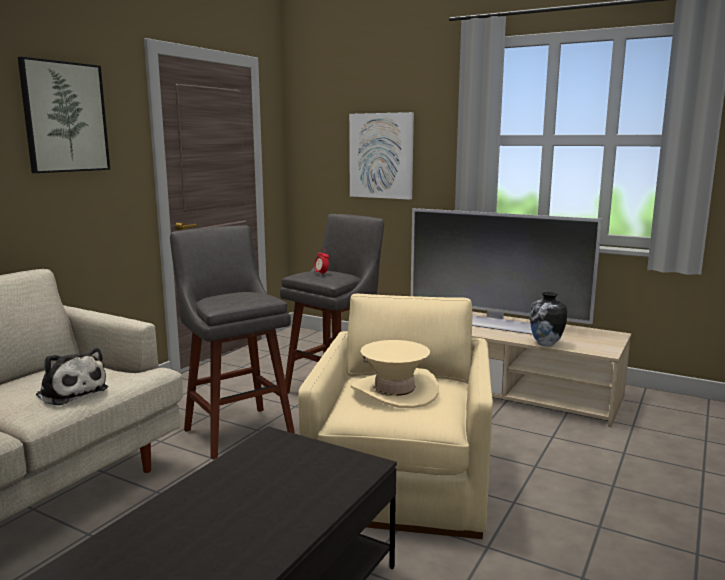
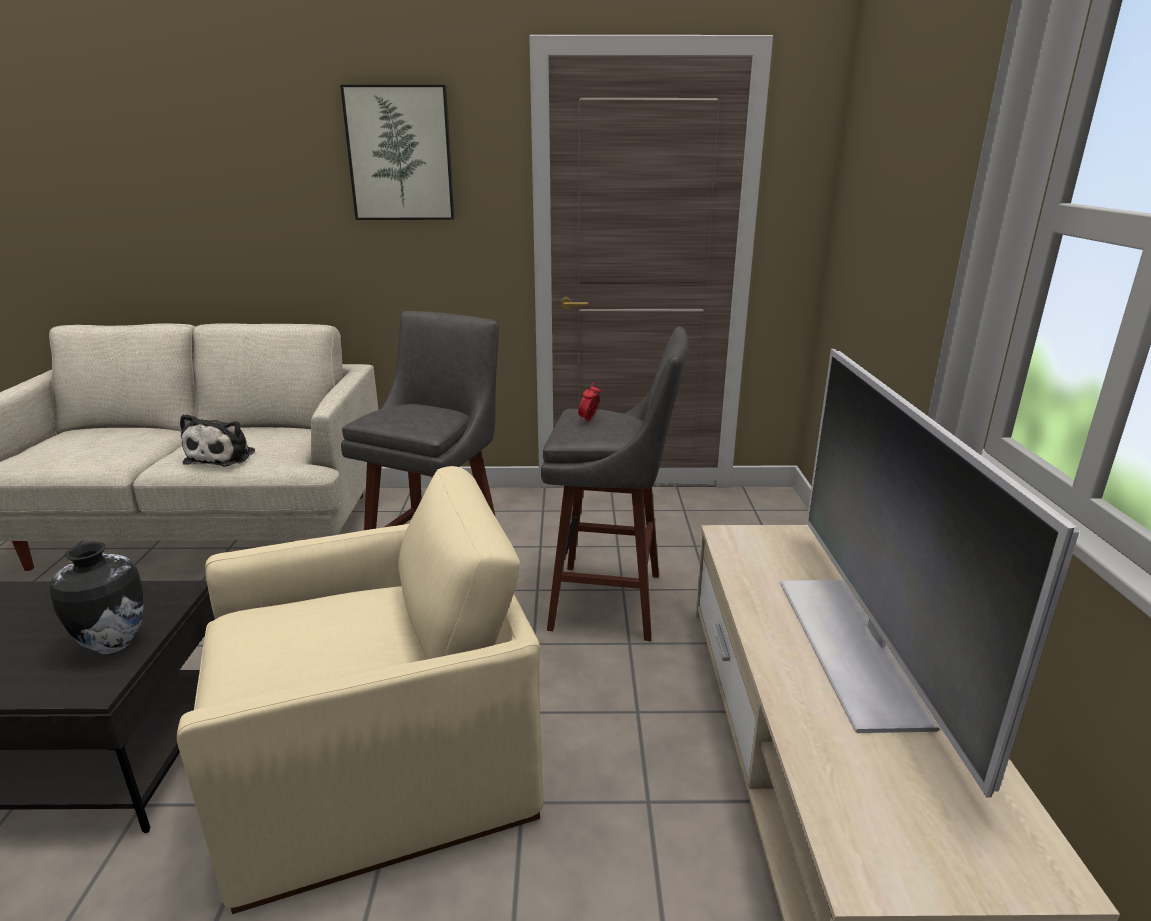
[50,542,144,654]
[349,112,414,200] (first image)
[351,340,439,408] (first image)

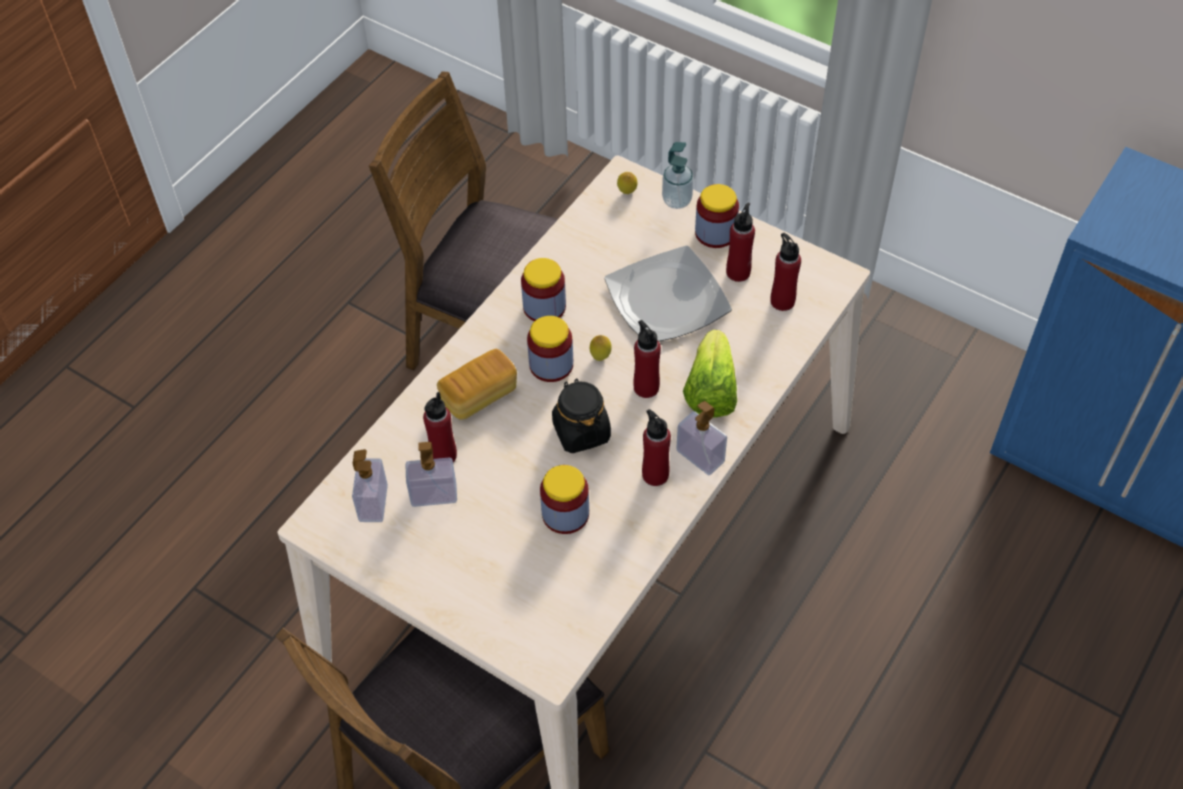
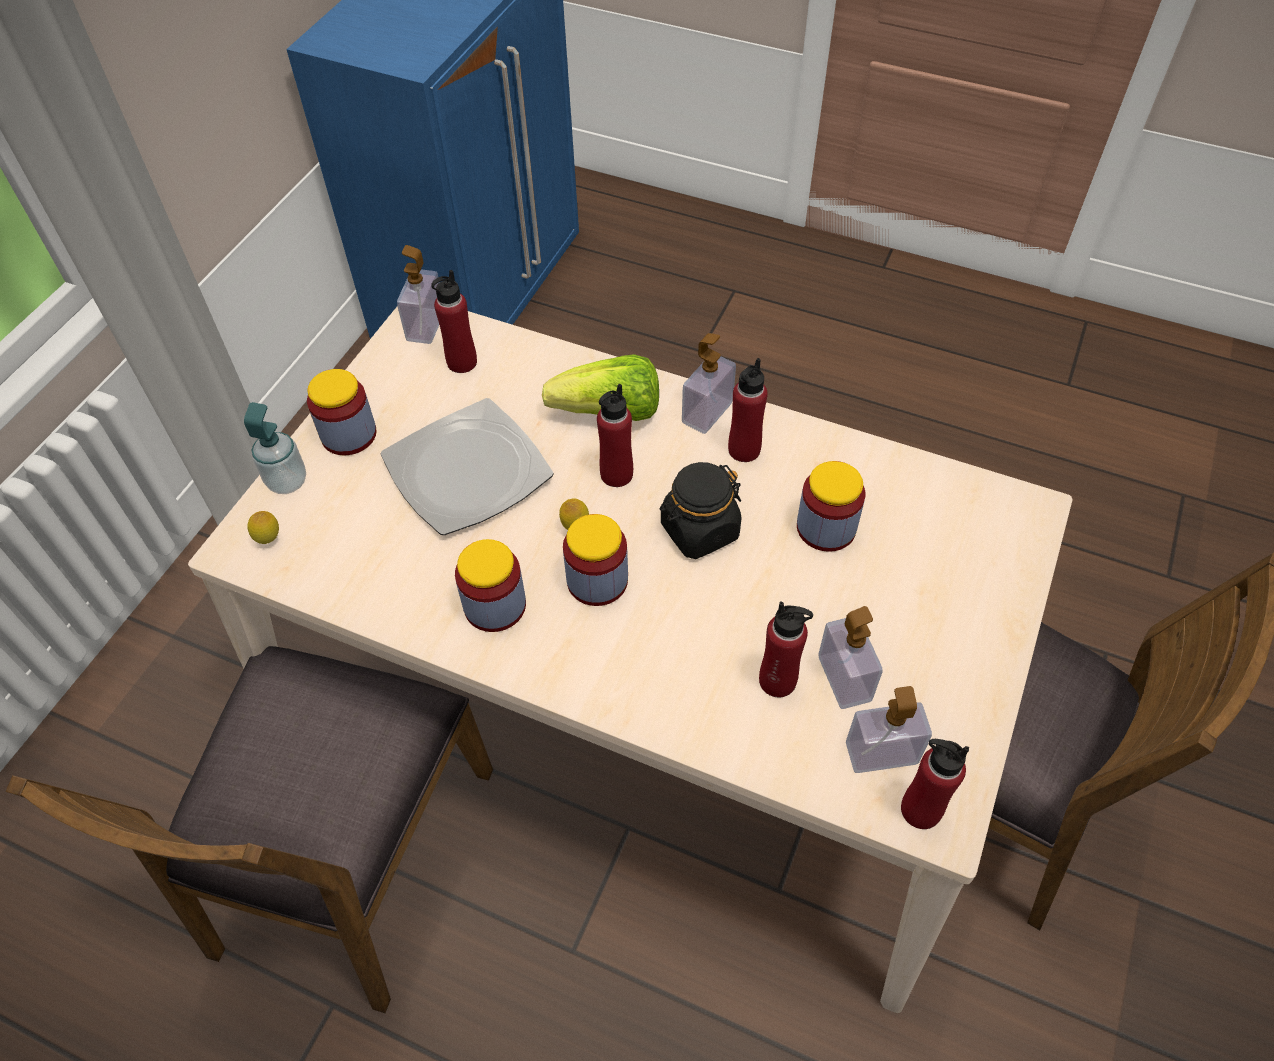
[397,245,440,344]
[901,739,969,829]
[437,349,517,420] (first image)

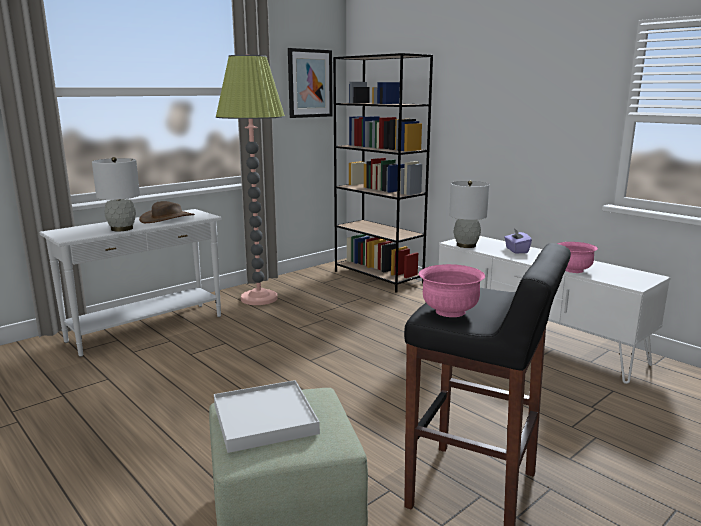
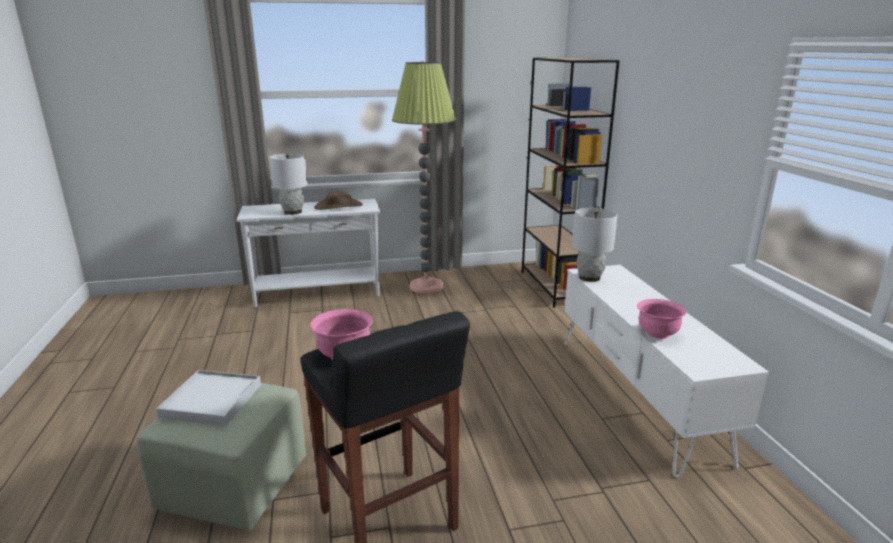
[288,48,333,118] (first image)
[504,228,532,253] (first image)

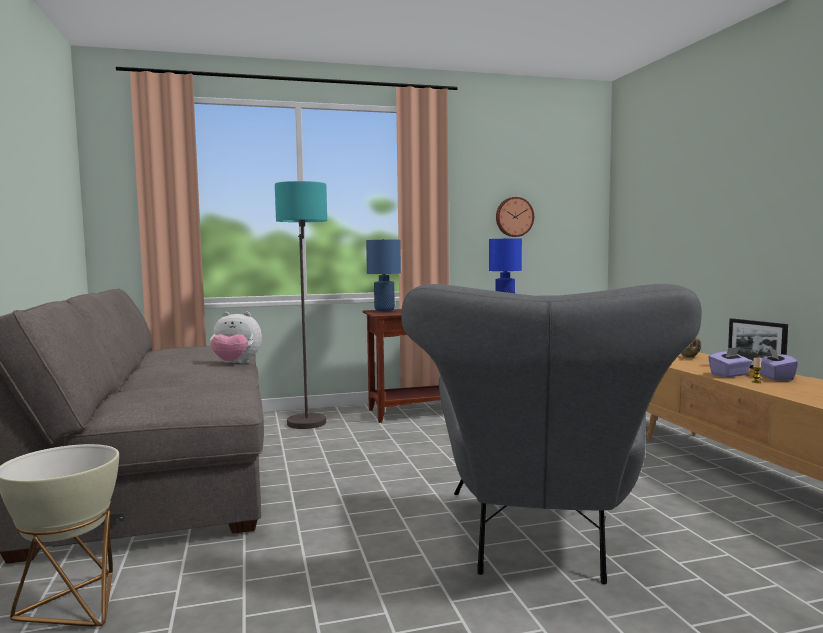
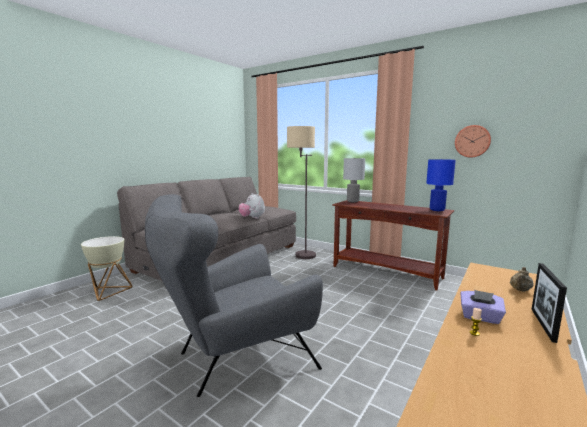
[287,126,316,259]
[343,158,365,203]
[759,348,798,380] (first image)

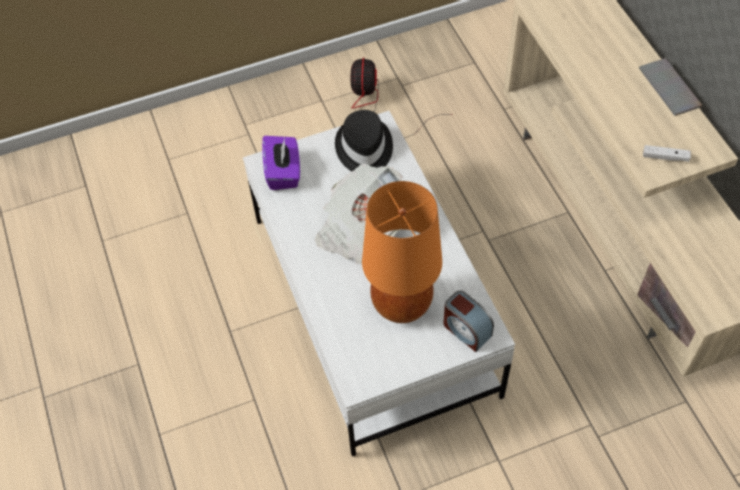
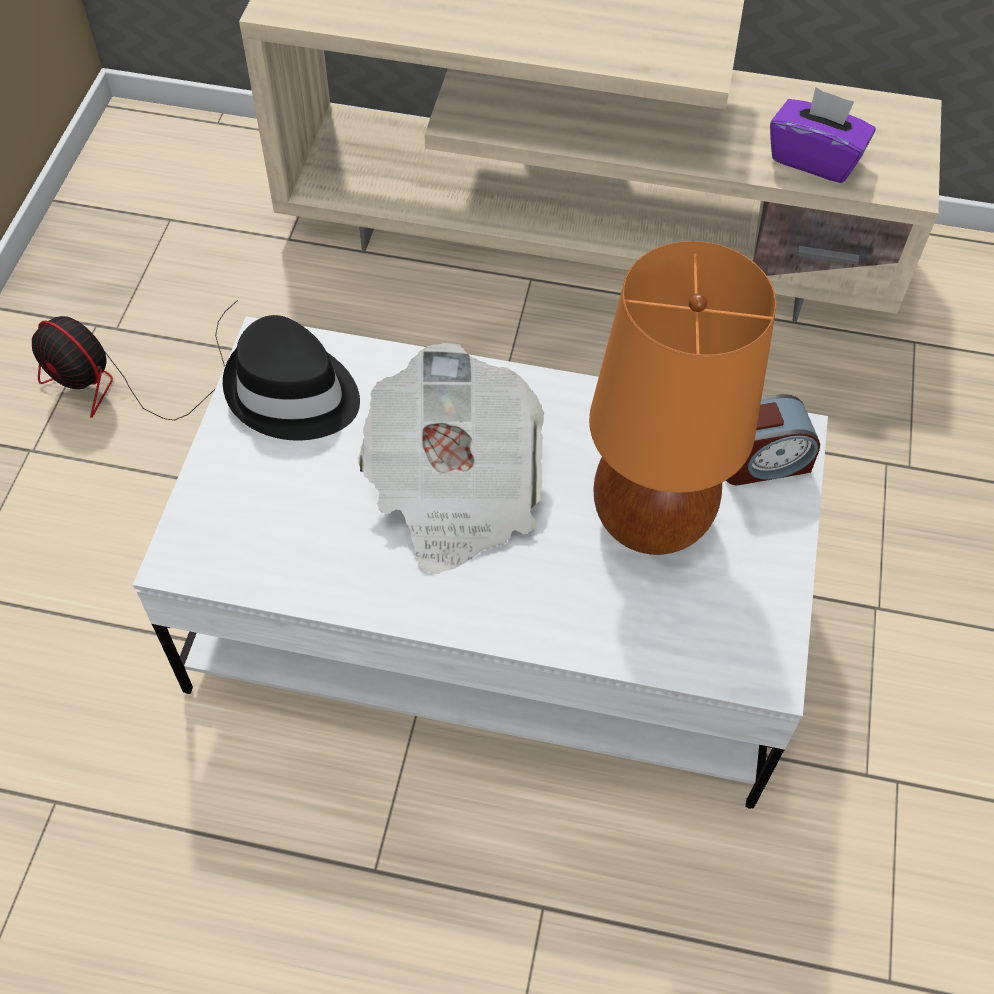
[770,87,876,183]
[643,145,691,162] (first image)

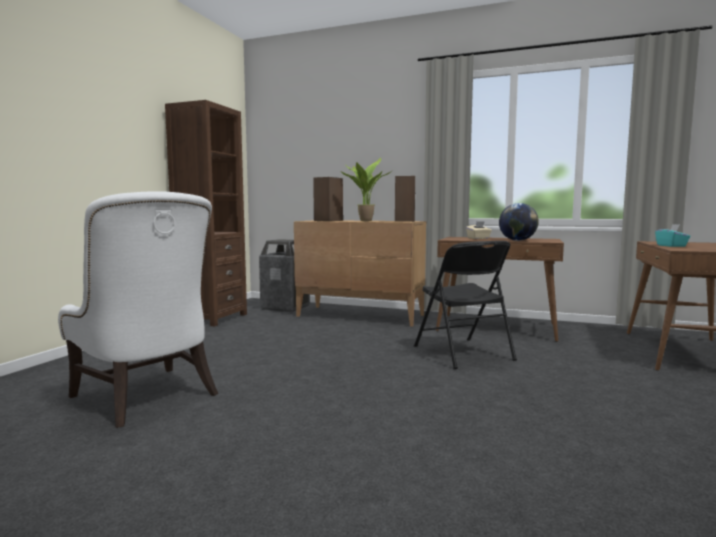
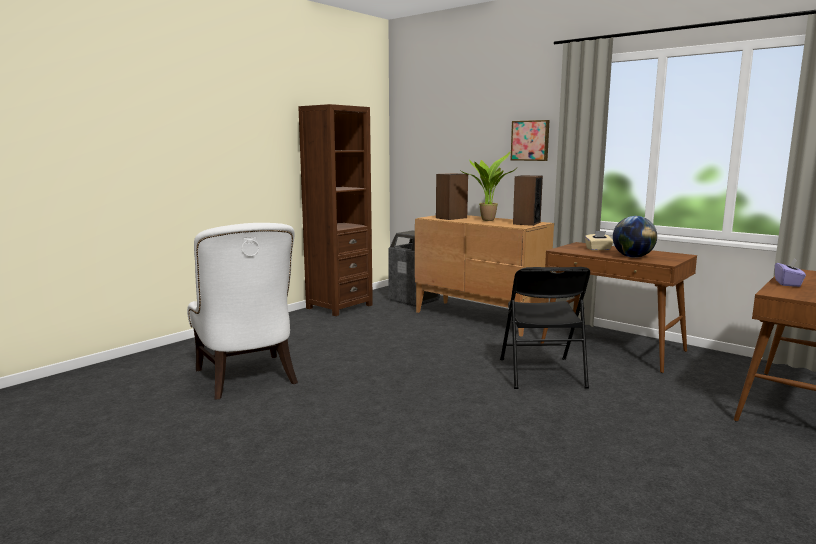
[511,120,549,161]
[775,259,806,287]

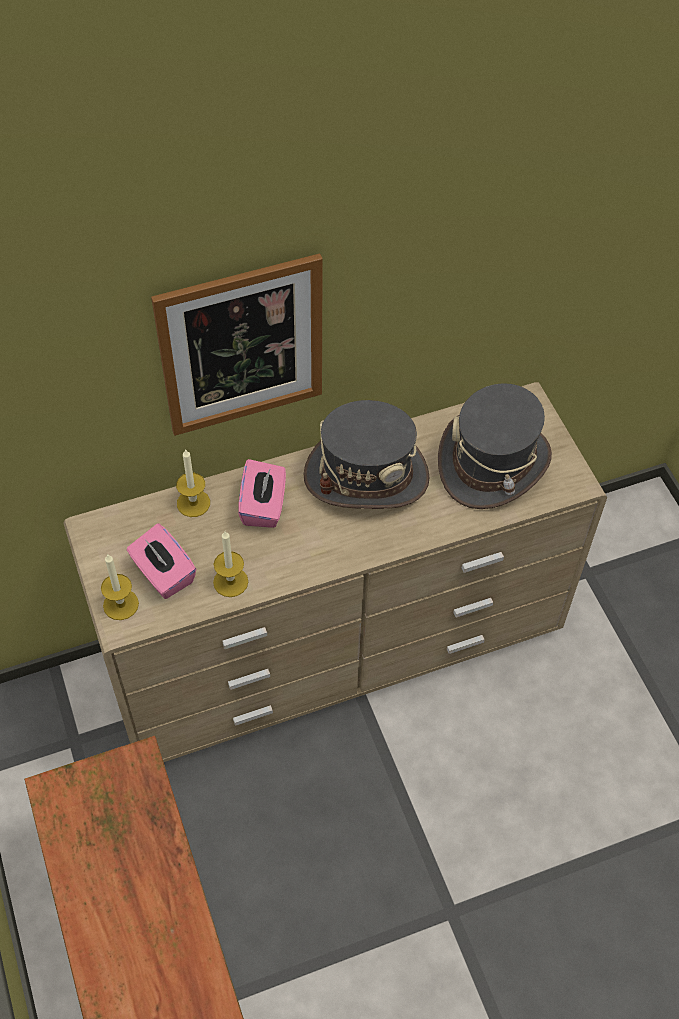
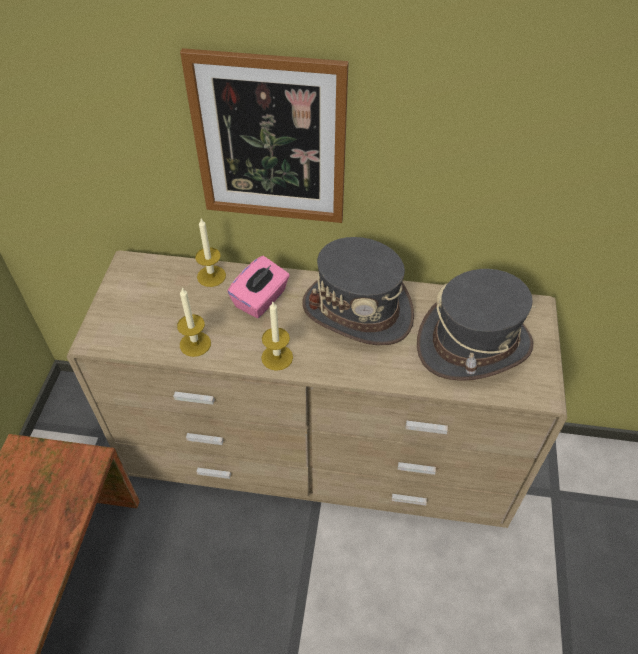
[261,302,293,371]
[127,524,196,599] (first image)

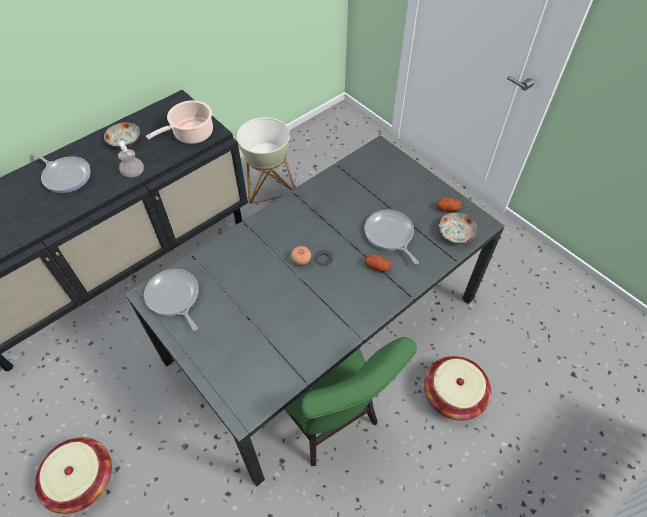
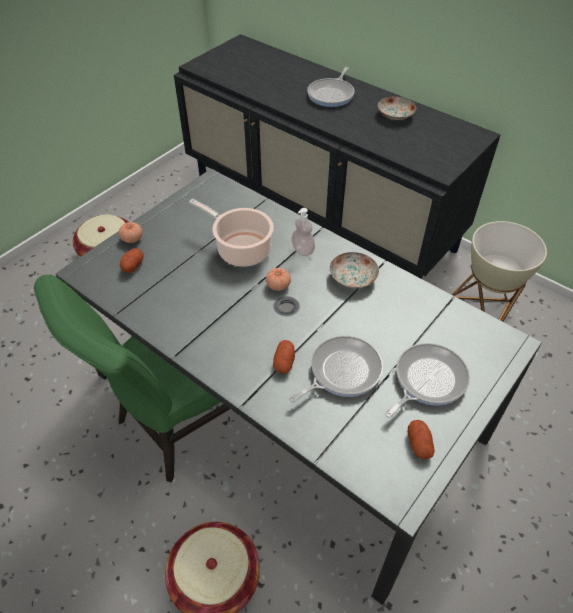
[119,222,143,243]
[120,248,144,273]
[189,199,274,267]
[291,208,315,256]
[329,252,379,288]
[385,343,470,418]

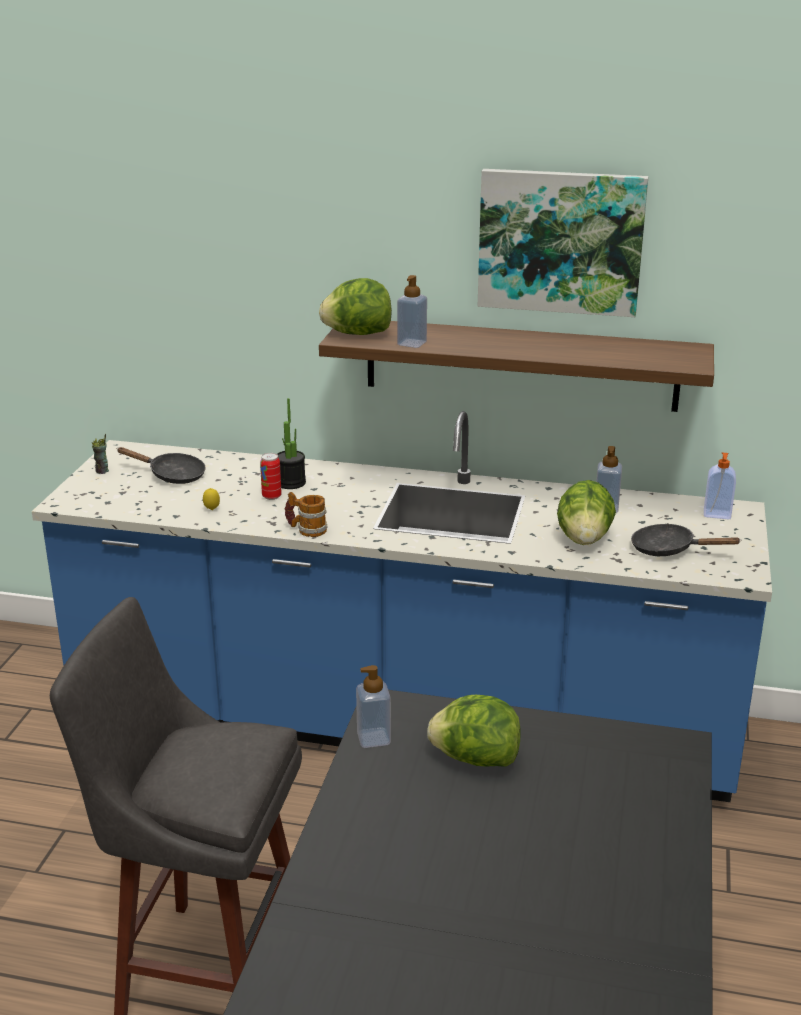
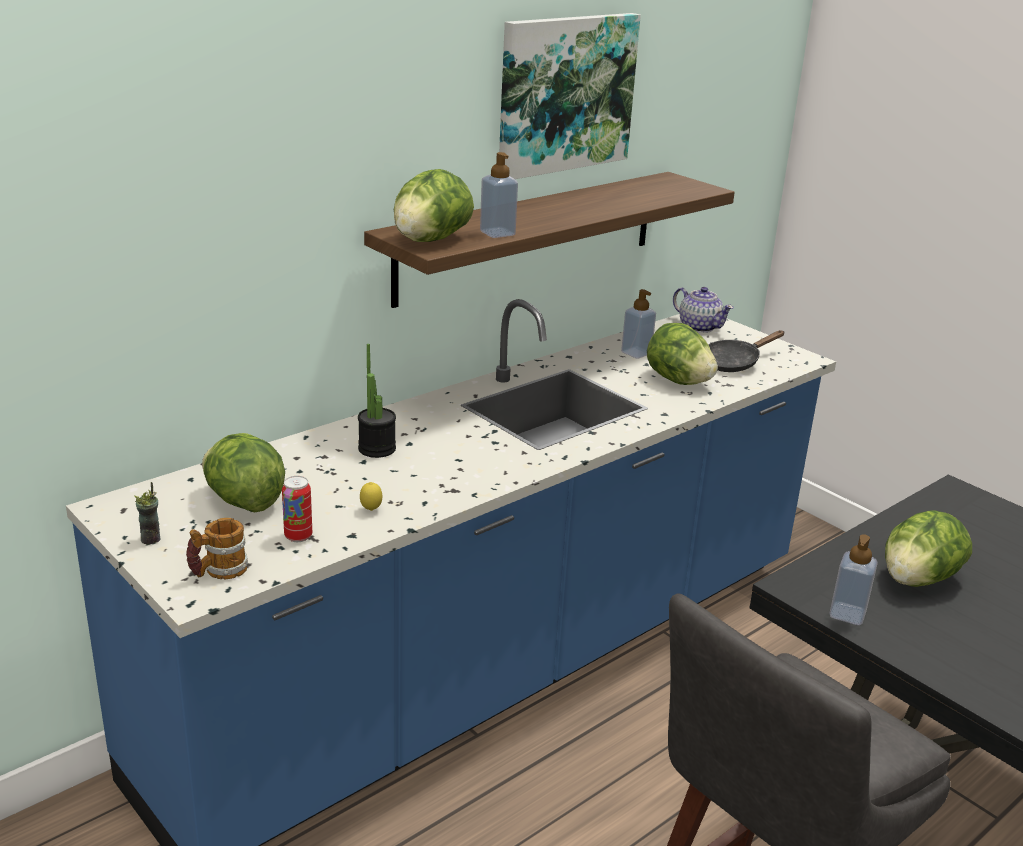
[186,518,248,579]
[202,433,285,513]
[282,476,312,542]
[673,287,734,333]

